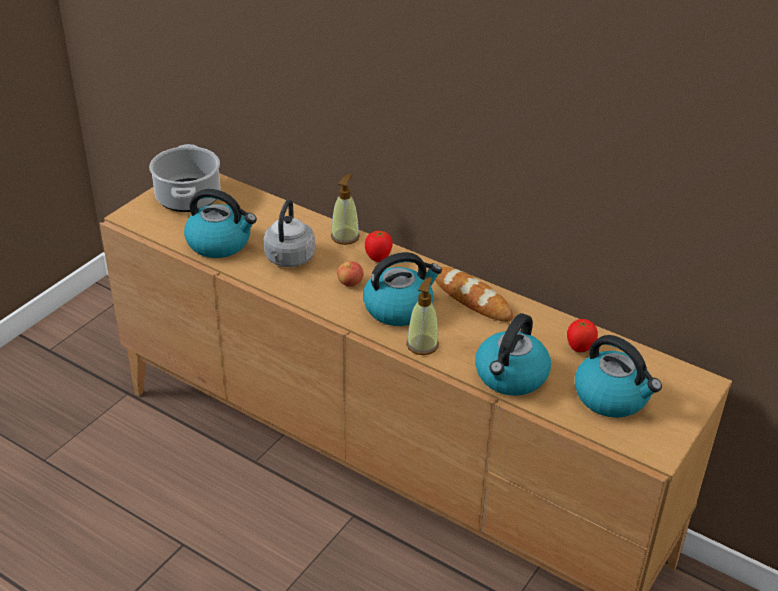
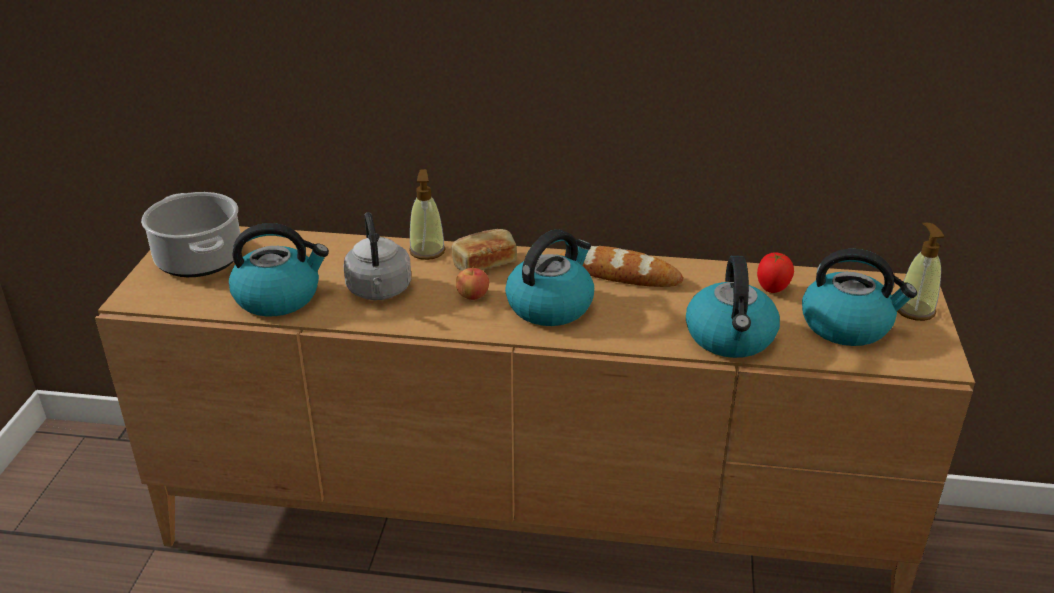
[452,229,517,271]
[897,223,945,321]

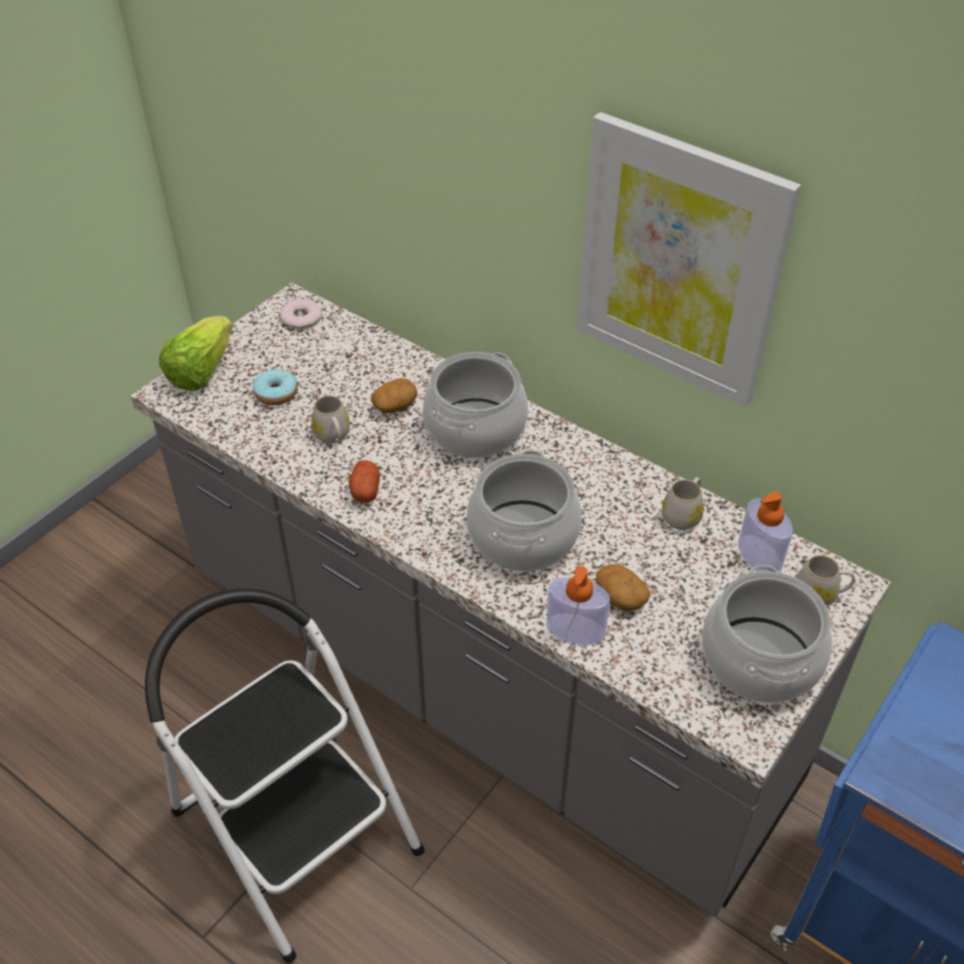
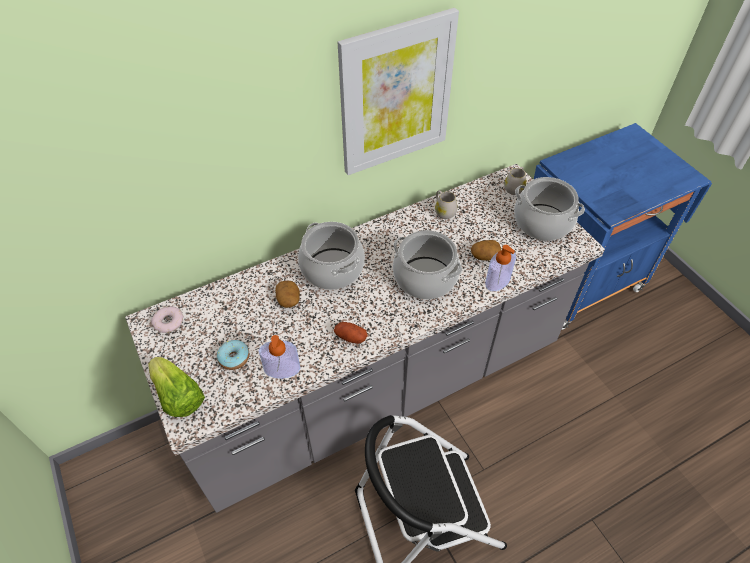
[259,335,300,379]
[311,395,350,443] (first image)

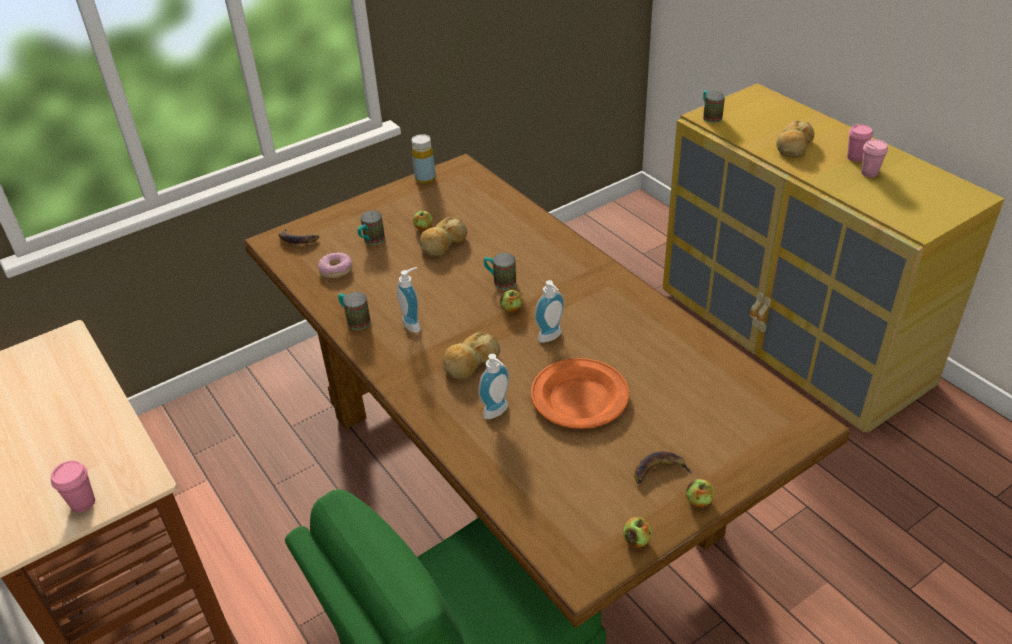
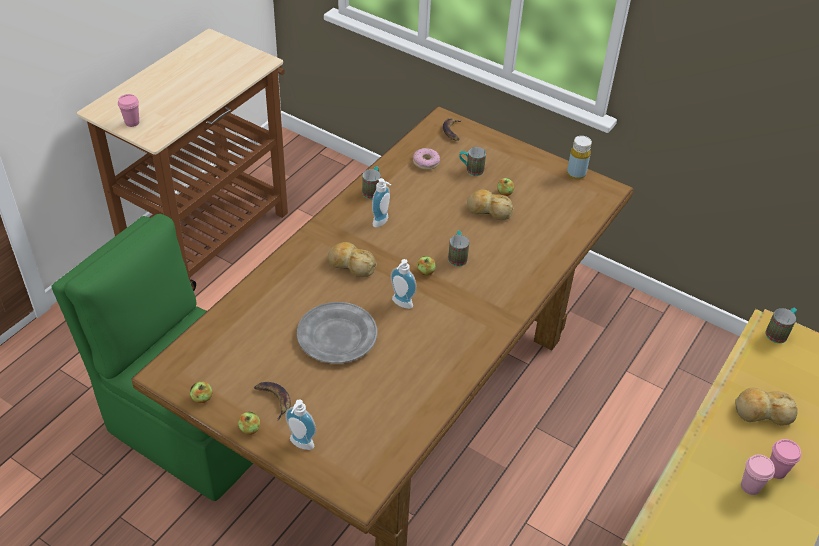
[285,399,316,450]
[297,302,377,363]

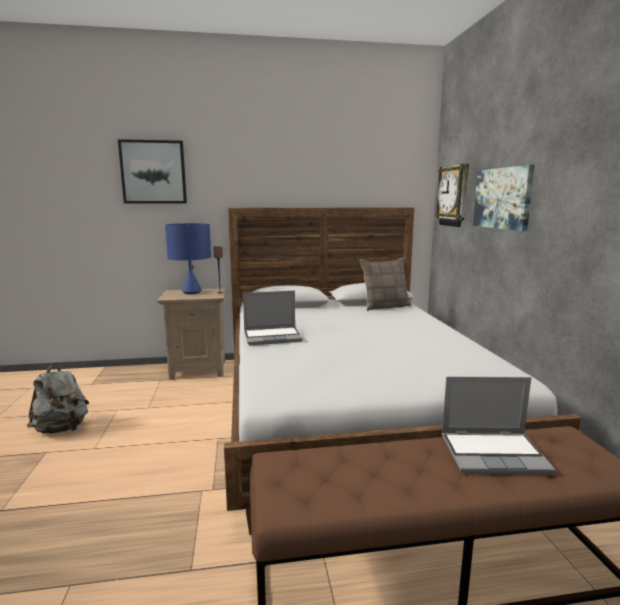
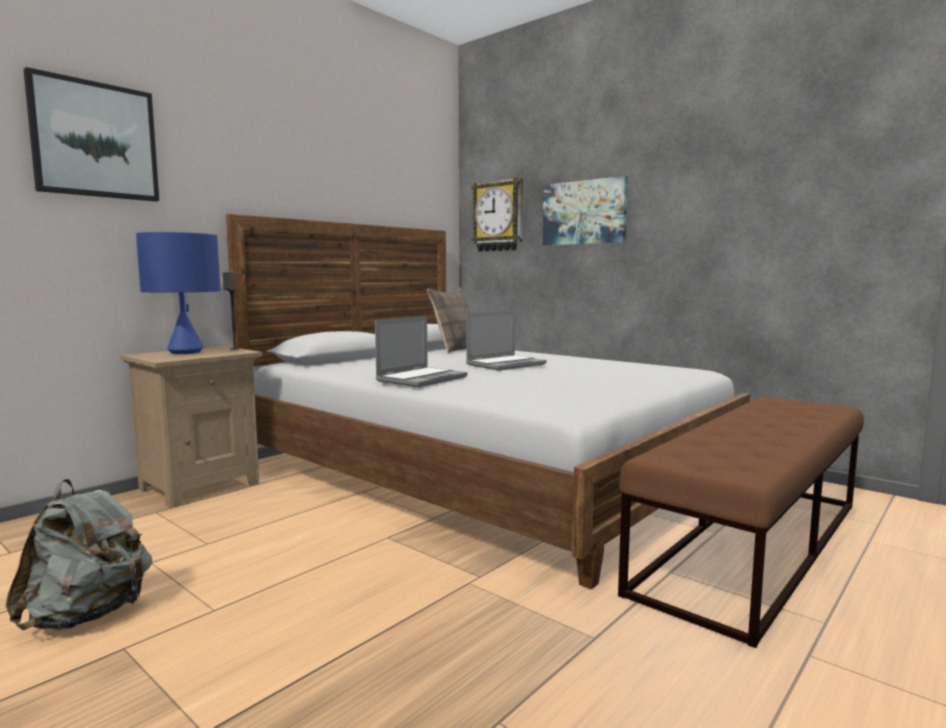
[466,310,546,371]

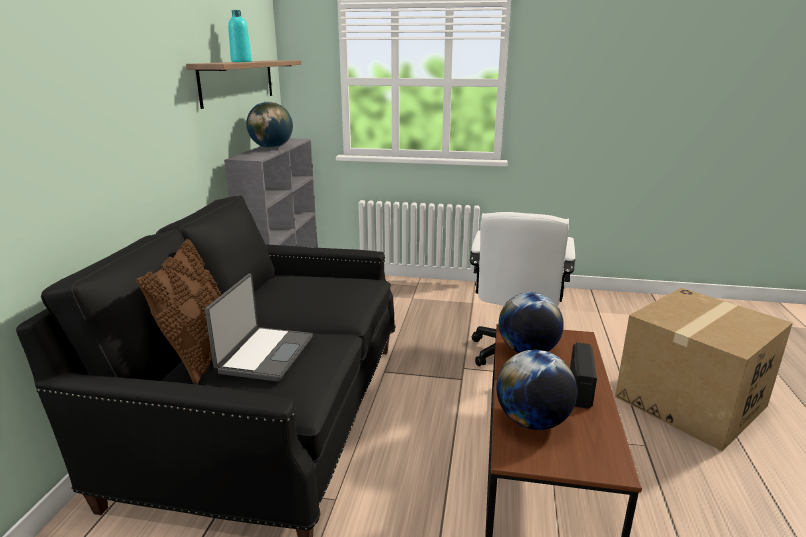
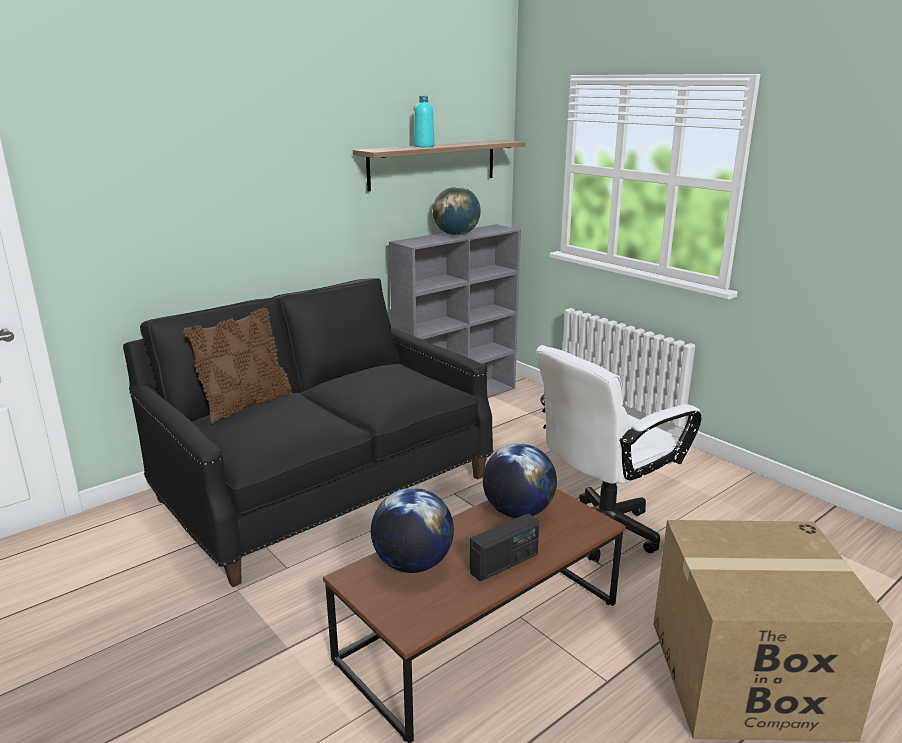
[205,274,313,382] (first image)

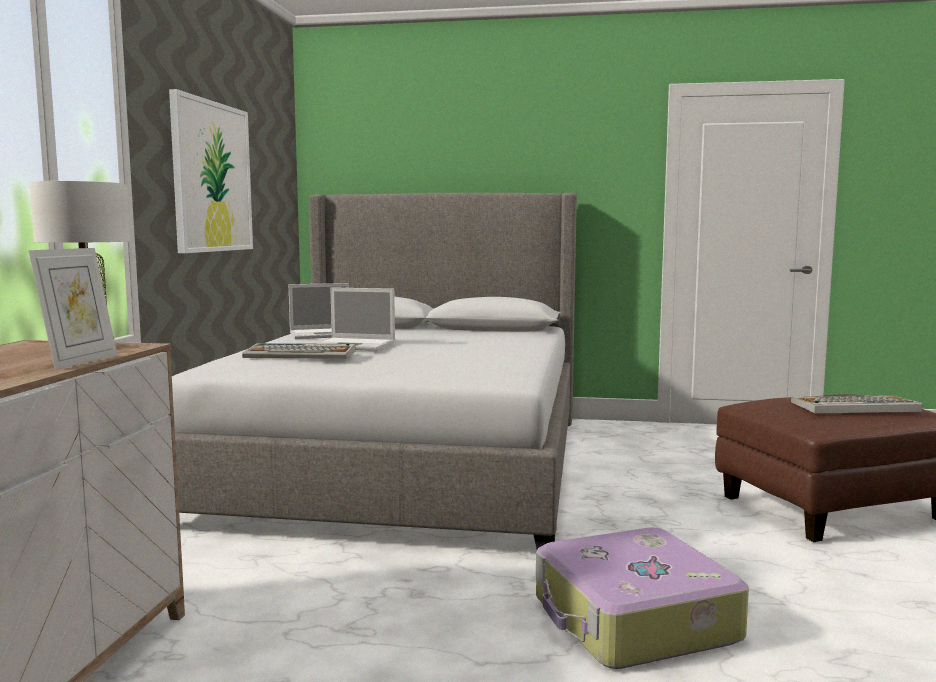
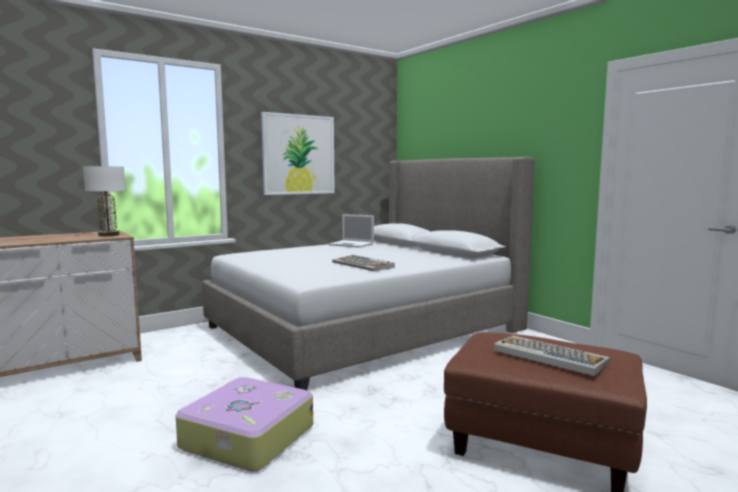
[332,255,395,271]
[28,248,117,370] (first image)
[314,287,395,351] (first image)

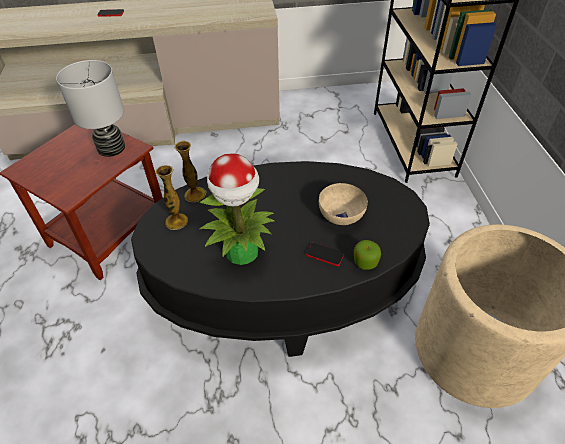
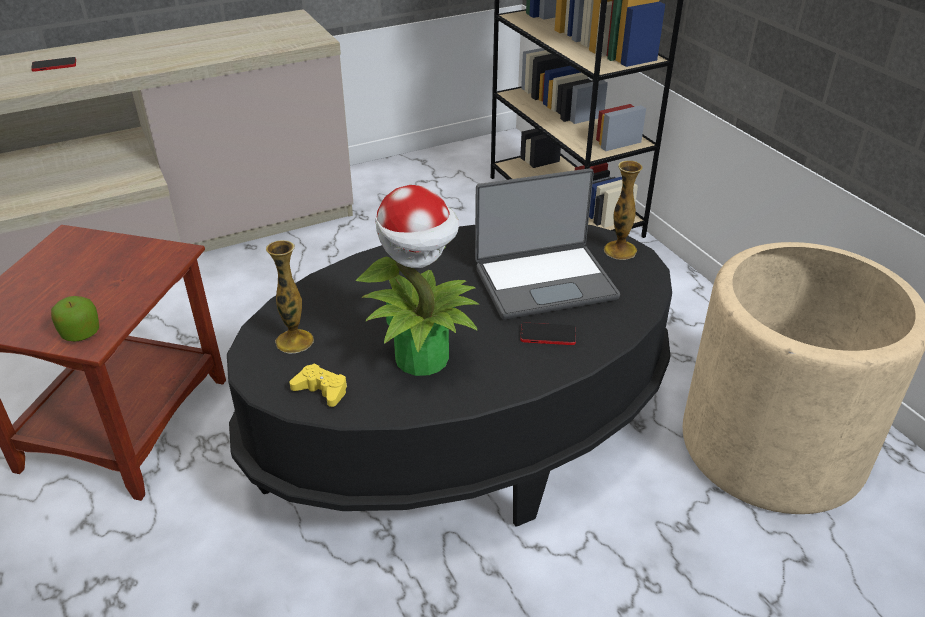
[51,296,99,341]
[289,364,347,407]
[475,168,620,320]
[604,161,643,260]
[56,60,125,157] (first image)

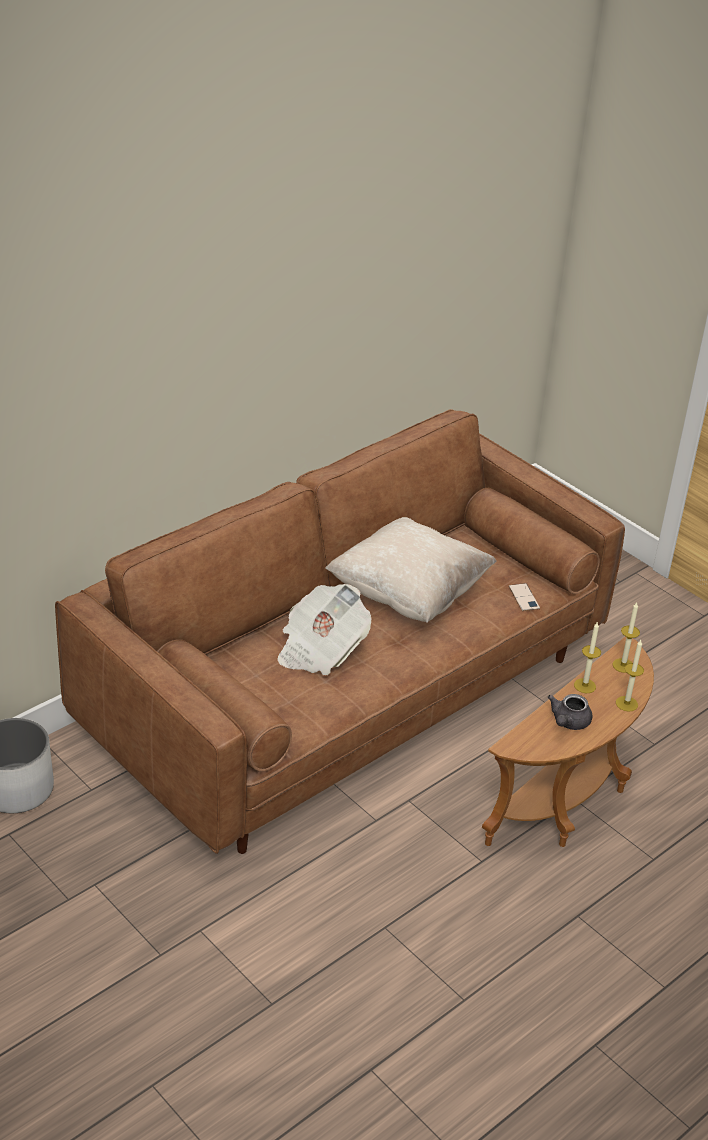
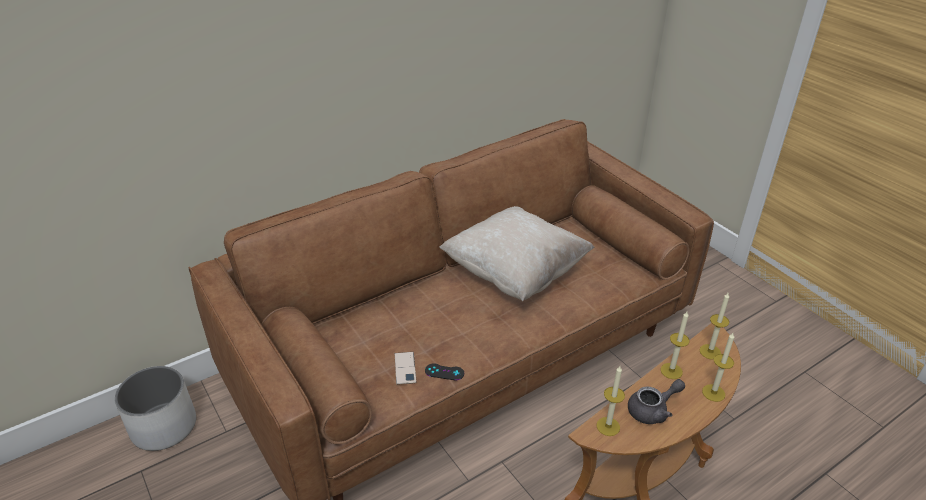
[395,352,416,385]
[425,363,464,380]
[596,366,625,436]
[628,379,685,424]
[277,584,371,675] (first image)

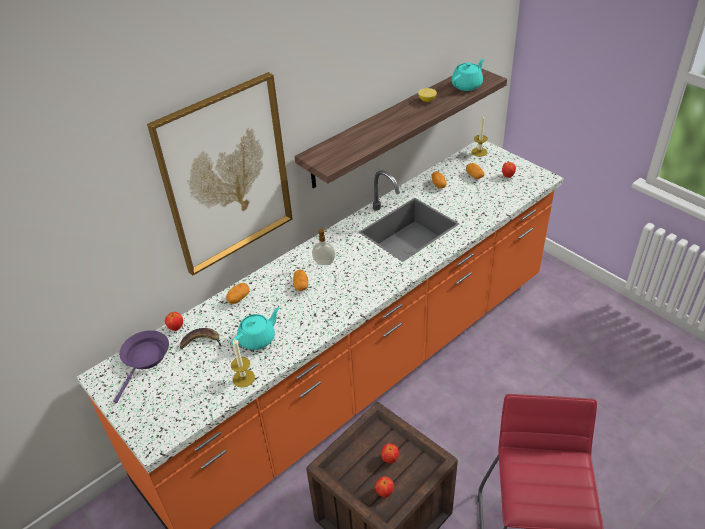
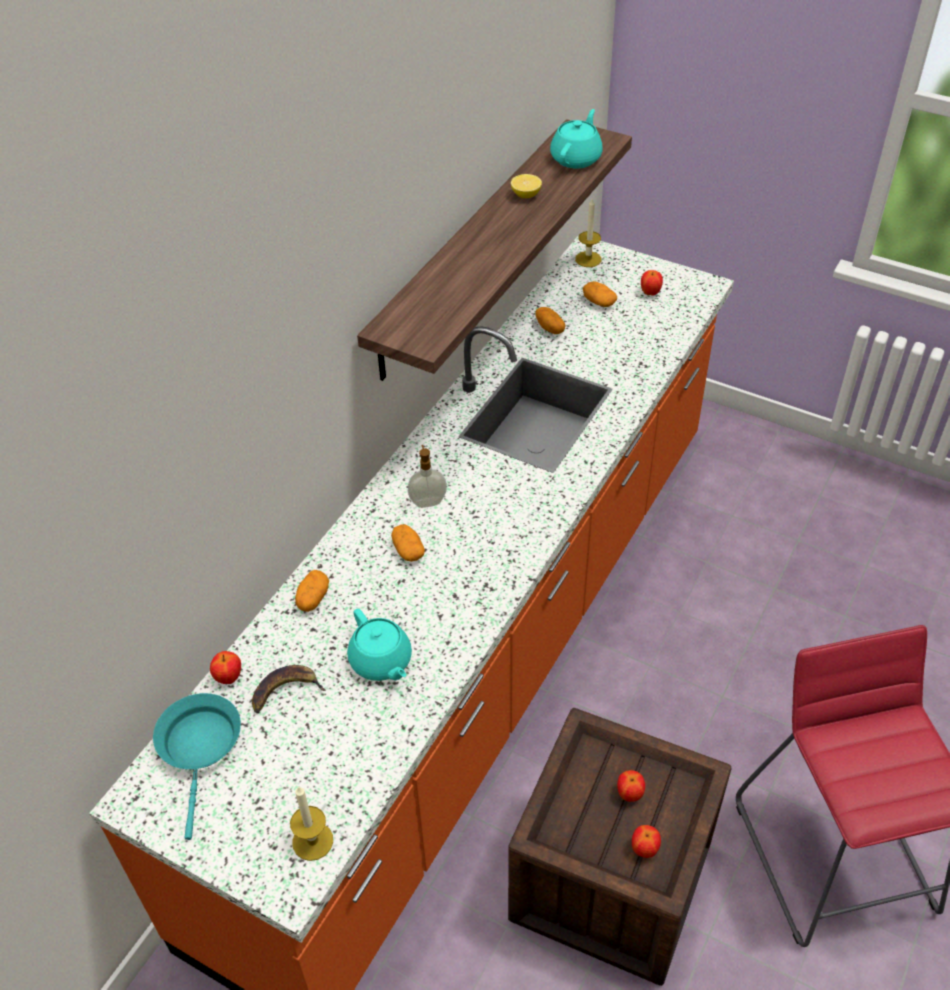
[153,693,241,840]
[290,786,333,861]
[347,609,412,681]
[147,72,293,276] (first image)

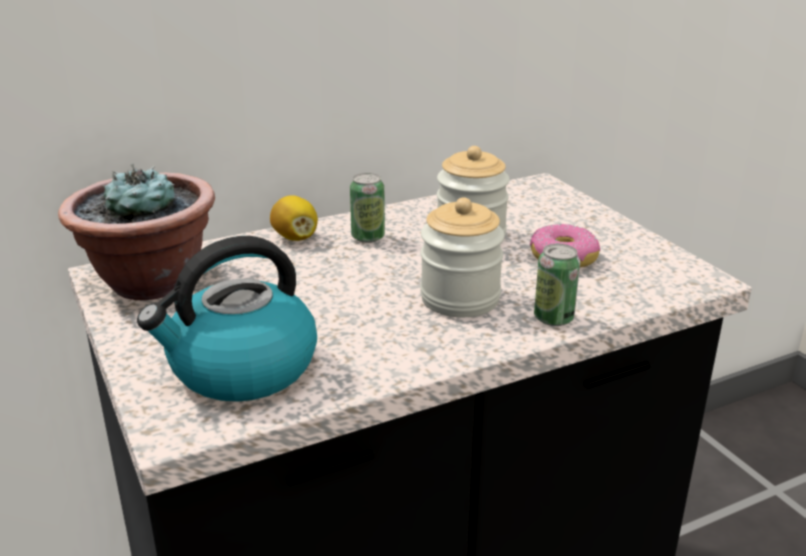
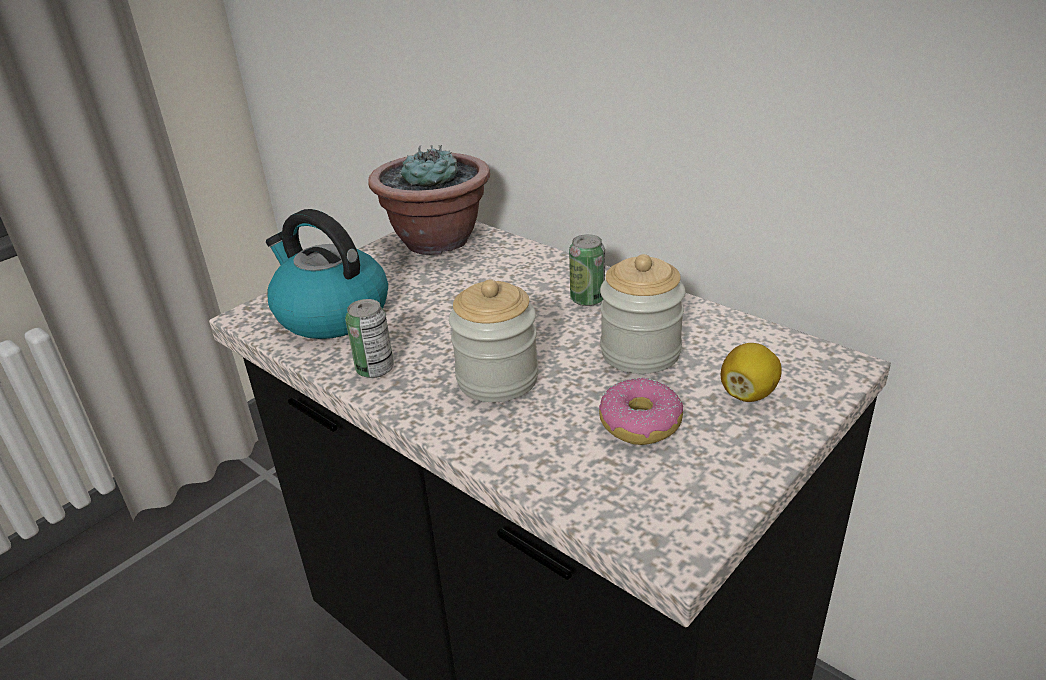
[345,299,394,378]
[721,343,782,402]

